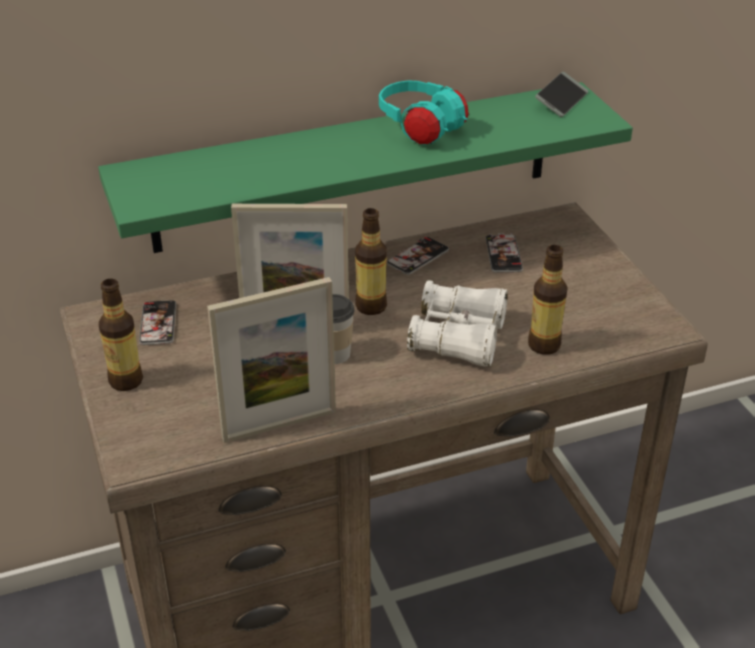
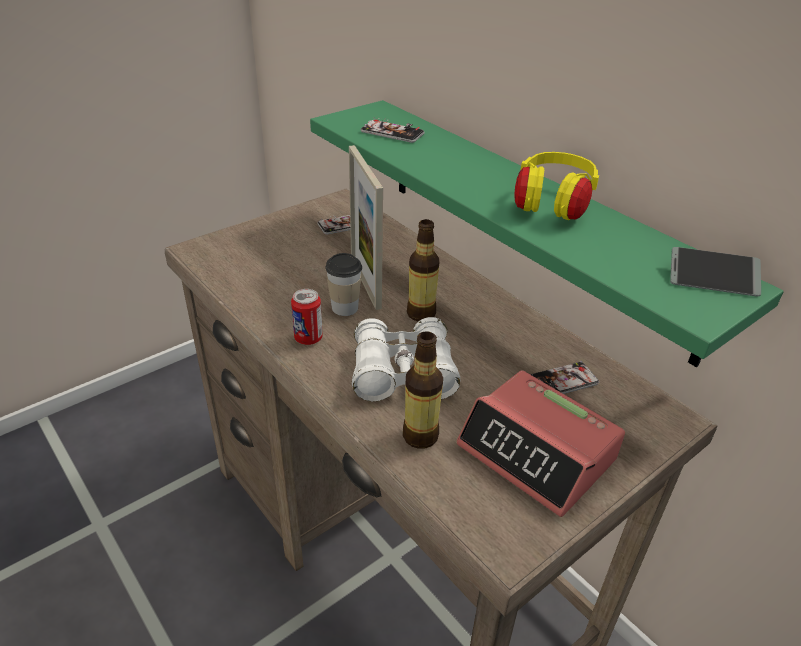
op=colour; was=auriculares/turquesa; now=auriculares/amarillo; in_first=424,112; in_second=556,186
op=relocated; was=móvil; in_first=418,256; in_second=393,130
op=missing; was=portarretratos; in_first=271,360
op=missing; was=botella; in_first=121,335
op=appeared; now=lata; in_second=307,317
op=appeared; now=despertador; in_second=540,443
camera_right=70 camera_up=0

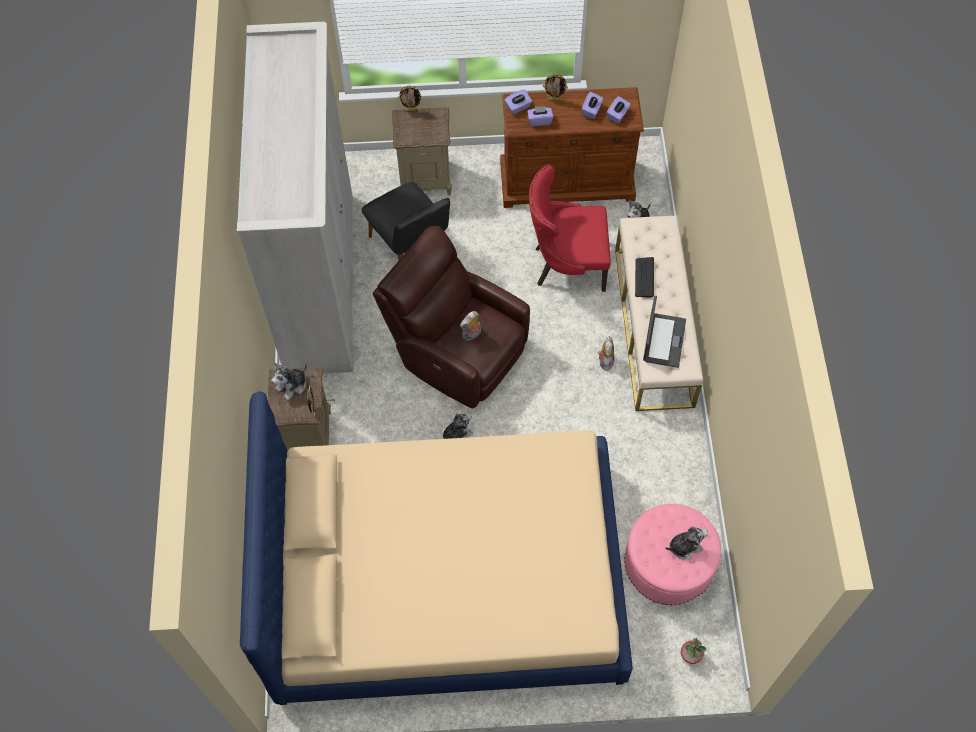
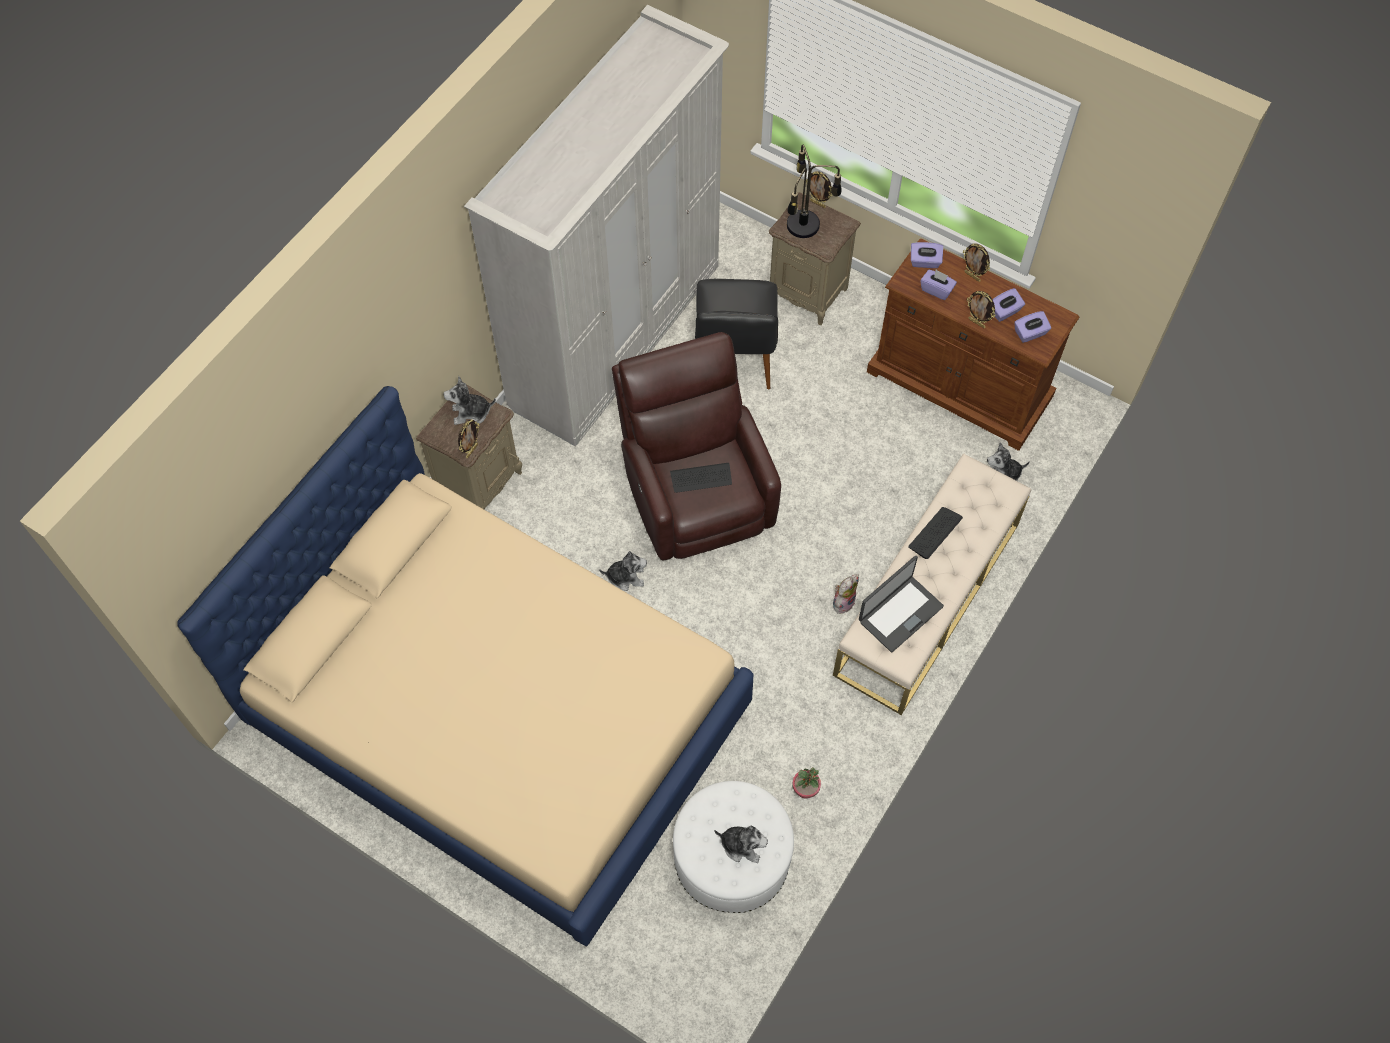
op=missing; was=silla/rojo; in_first=570,228
op=exchanged; was=peluche; now=teclado; in_first=470,325; in_second=701,478
op=colour; was=puf/rosa; now=puf/blanco; in_first=672,554; in_second=733,847
op=relocated; was=planta en maceta; in_first=694,651; in_second=806,783
op=appeared; now=lámpara de mesa; in_second=814,191
op=appeared; now=portarretratos; in_second=981,309
camera_right=35 camera_up=0

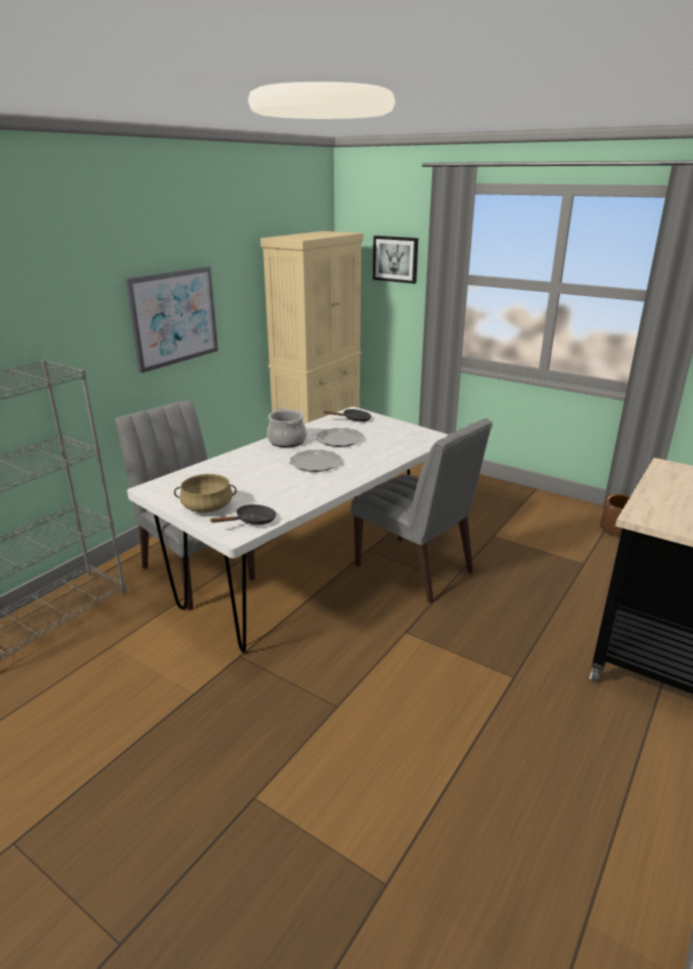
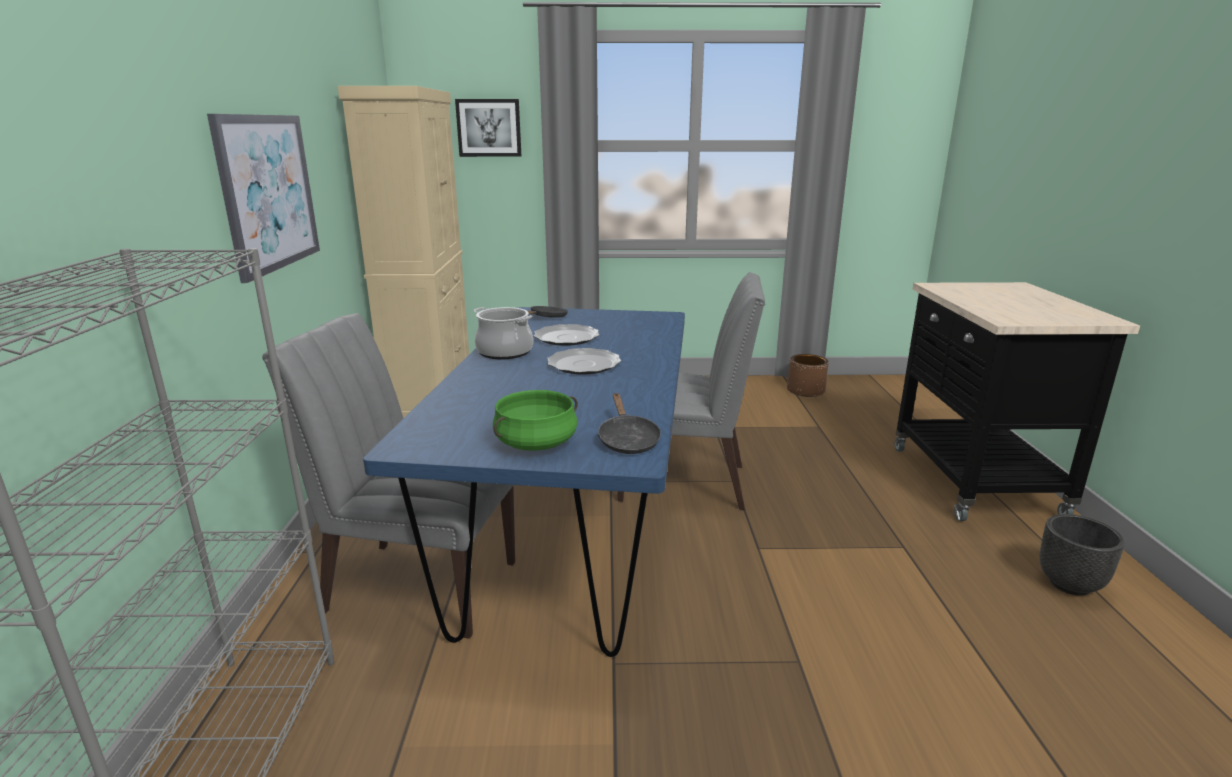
op=colour; was=mesa de comedor/blanco; now=mesa de comedor/azul; in_first=287,530; in_second=524,482
op=colour; was=olla/beis; now=olla/verde; in_first=205,493; in_second=535,420
op=spun; was=sartén/negro; in_first=243,515; in_second=629,423; clockwise=150
op=appeared; now=maceta/negro; in_second=1082,555
camera_right=-35 camera_up=-5

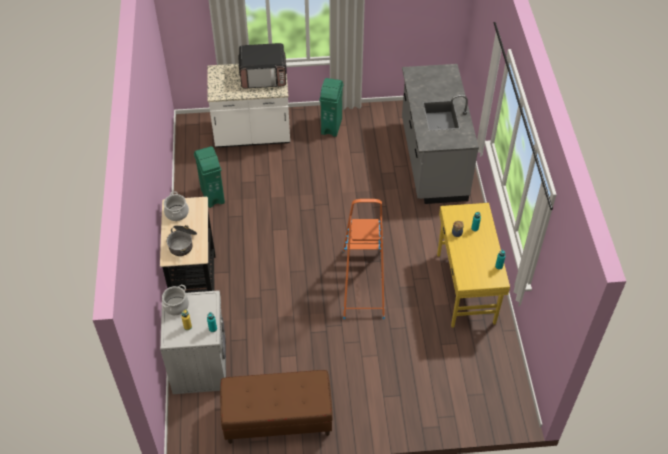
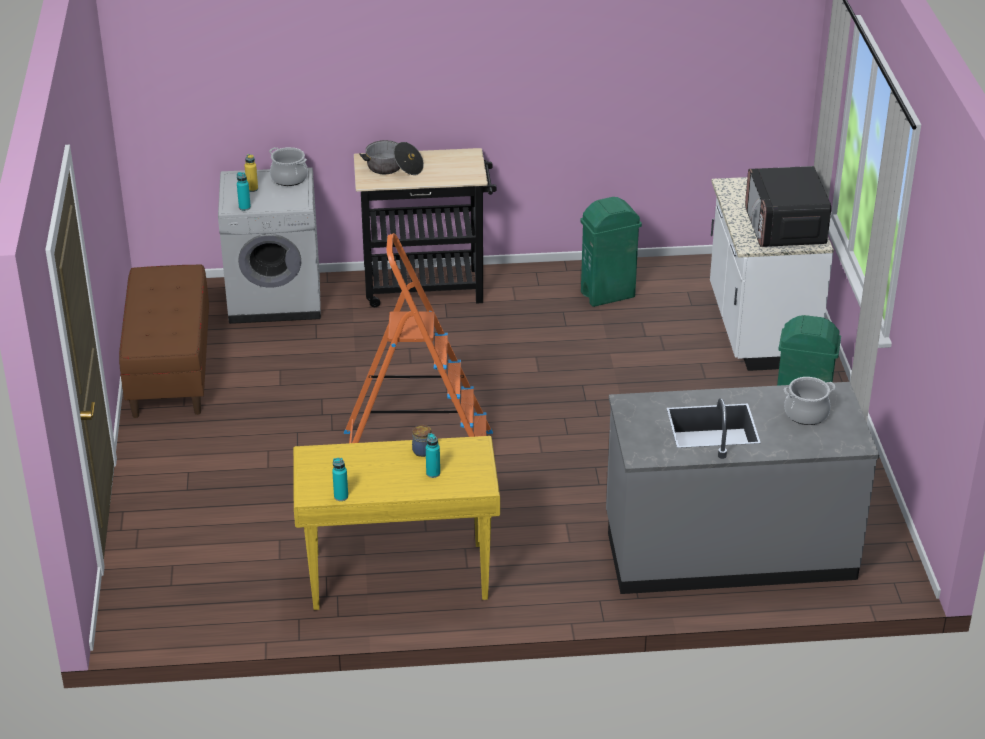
op=relocated; was=olla; in_first=176,206; in_second=810,401
camera_right=90 camera_up=-15

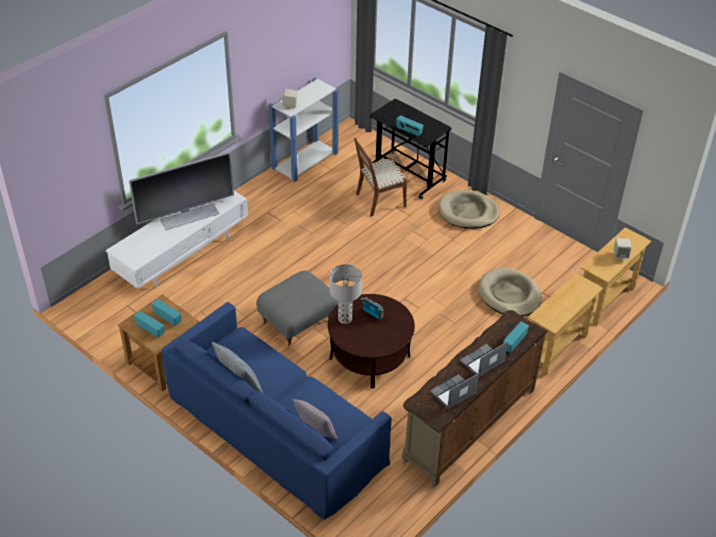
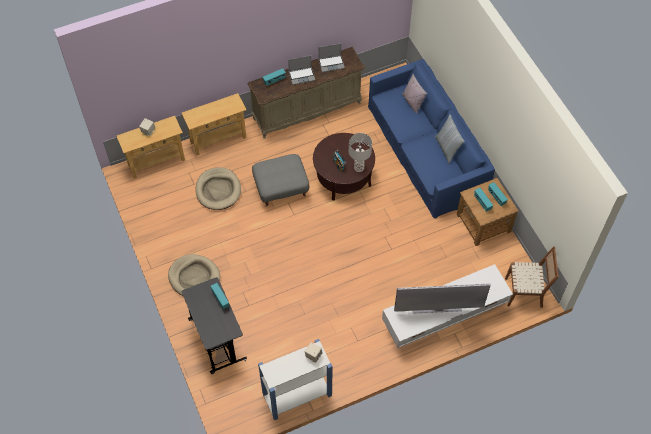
op=relocated; was=silla; in_first=380,177; in_second=532,277
op=relocated; was=puf/gris; in_first=297,308; in_second=280,180
camera_right=-155 camera_up=15

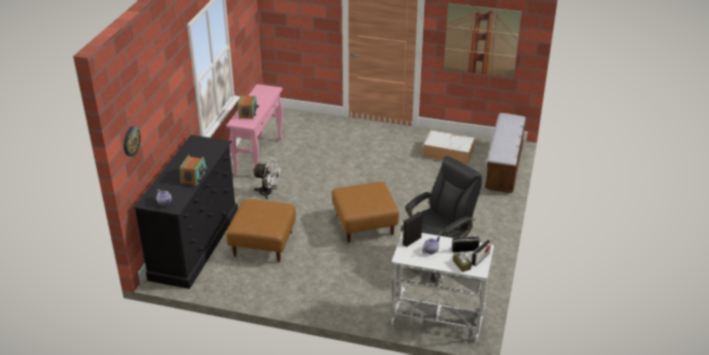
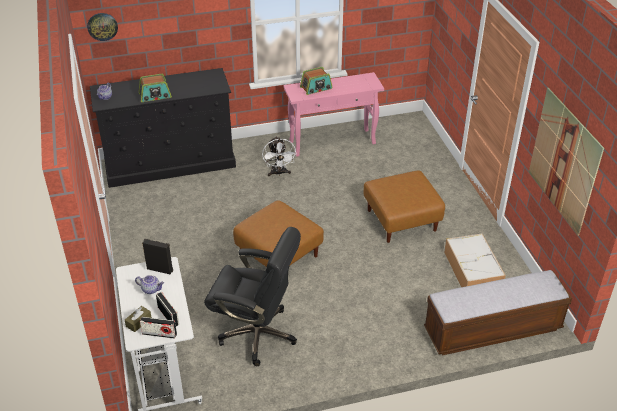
op=relocated; was=puf/marrón; in_first=261,230; in_second=404,206
camera_right=60 camera_up=5

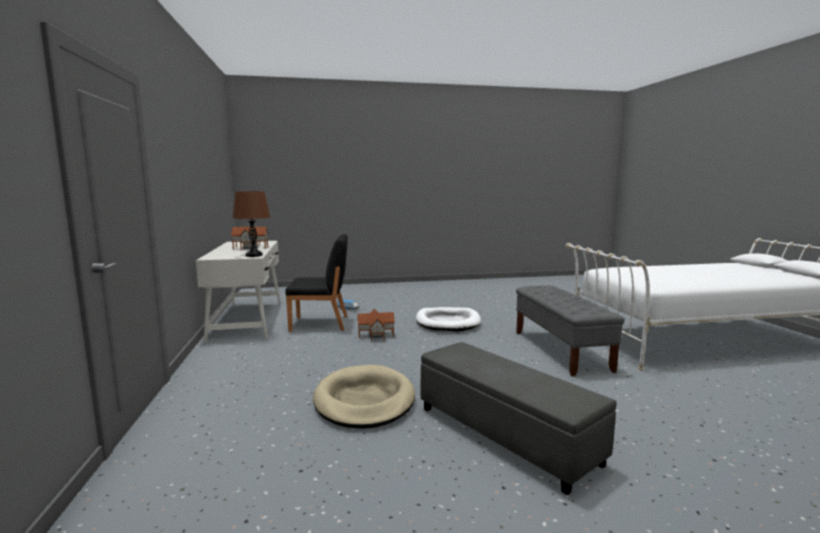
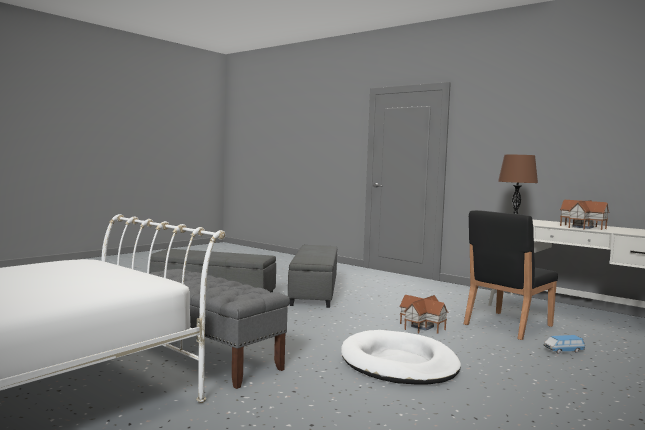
op=exchanged; was=cama para perro/beis; now=puf/gris; in_first=364,397; in_second=312,276
camera_right=140 camera_up=-5

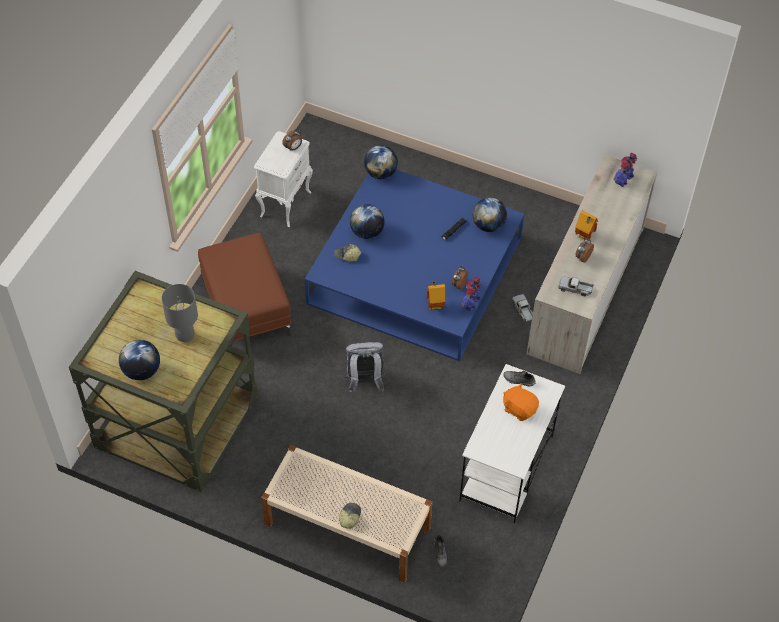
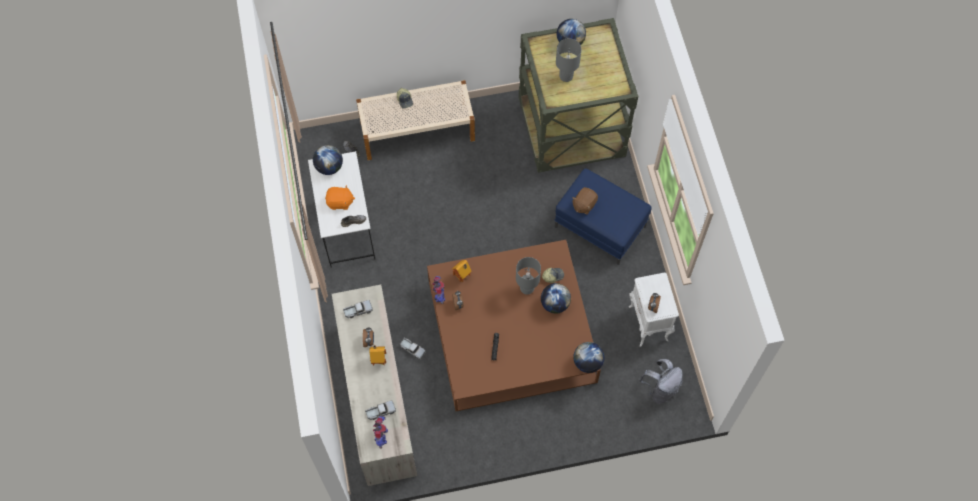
op=colour; was=mesa de centro/azul; now=mesa de centro/marrón; in_first=415,265; in_second=514,325
op=relocated; was=globo terráqueo; in_first=490,215; in_second=328,160
op=colour; was=puf/marrón; now=puf/azul; in_first=245,290; in_second=603,216
op=relocated; was=mochila/gris; in_first=365,368; in_second=661,381
op=appeared; now=peluche/marrón; in_second=585,200
op=appeared; now=lámpara de mesa/gris; in_second=528,276
op=appeared; now=camión de juguete; in_second=380,410
camera_right=145 camera_up=10

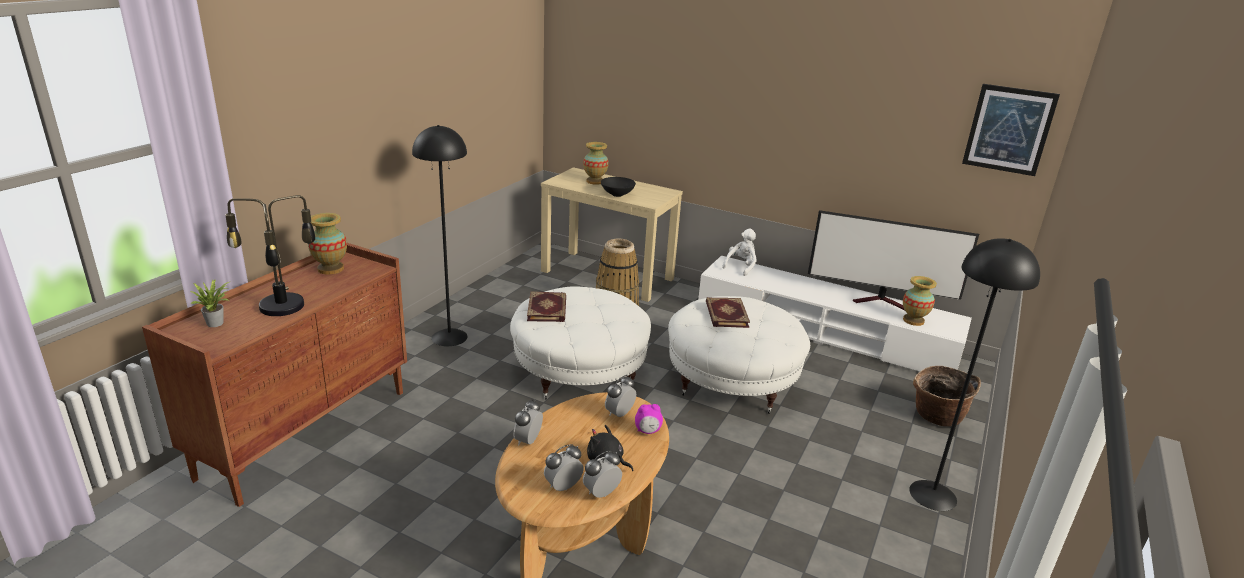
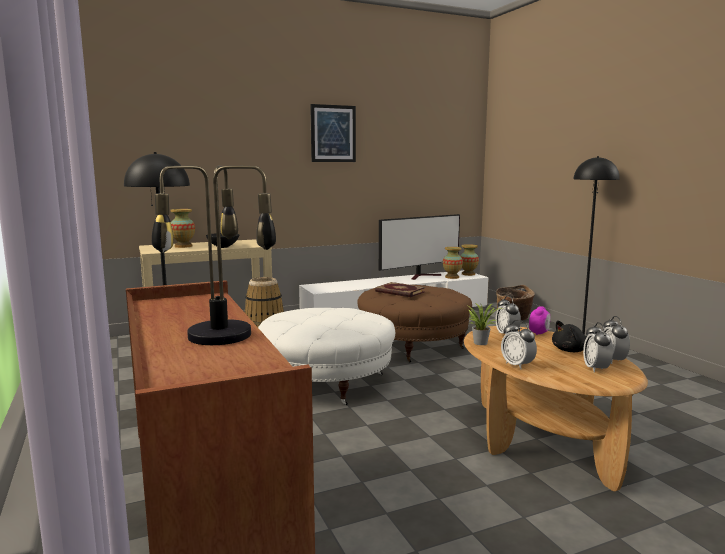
op=relocated; was=cuadro; in_first=1011,130; in_second=333,133
op=relocated; was=florero; in_first=327,243; in_second=469,260
op=missing; was=peluche/blanco; in_first=739,252
op=relocated; was=planta en maceta; in_first=209,303; in_second=486,324
op=missing; was=libro; in_first=546,306
op=colour; was=puf/blanco; now=puf/marrón; in_first=739,355; in_second=414,323
camera_right=-50 camera_up=-15

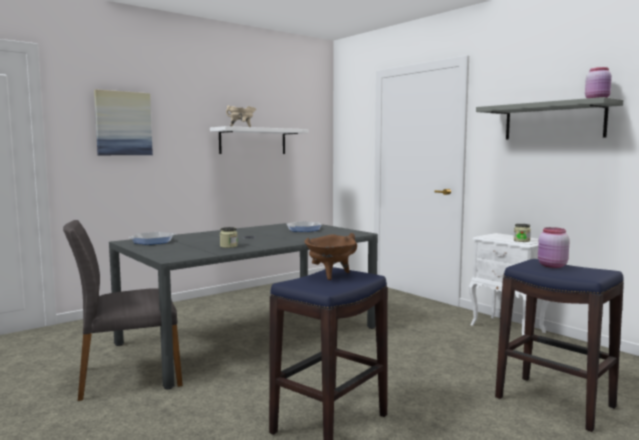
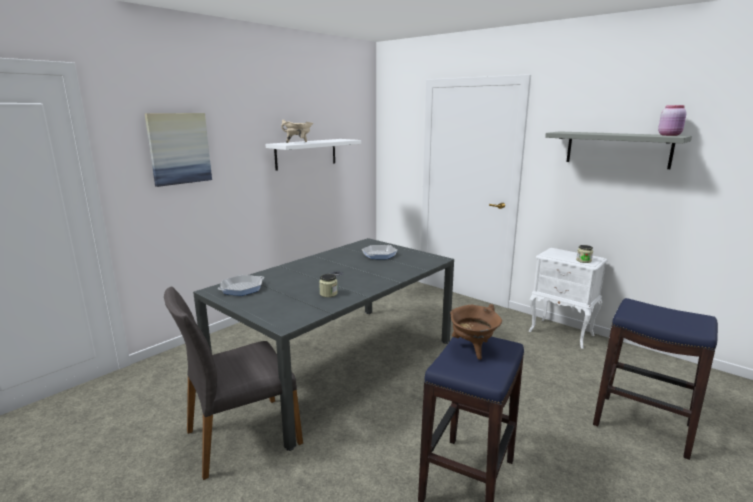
op=missing; was=tarro/rosa; in_first=554,247
camera_right=-10 camera_up=10

